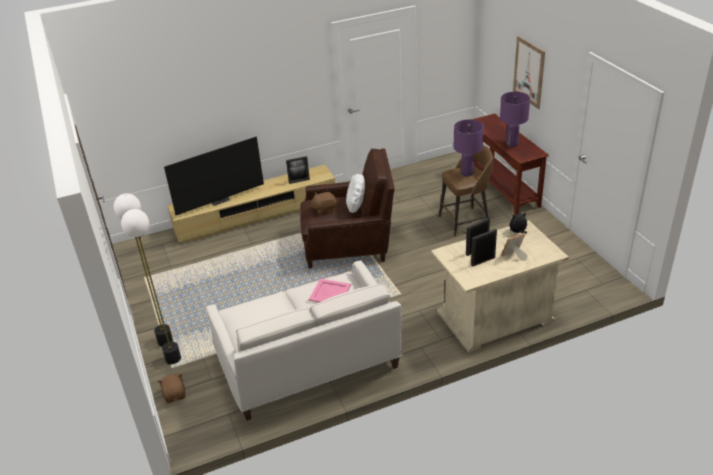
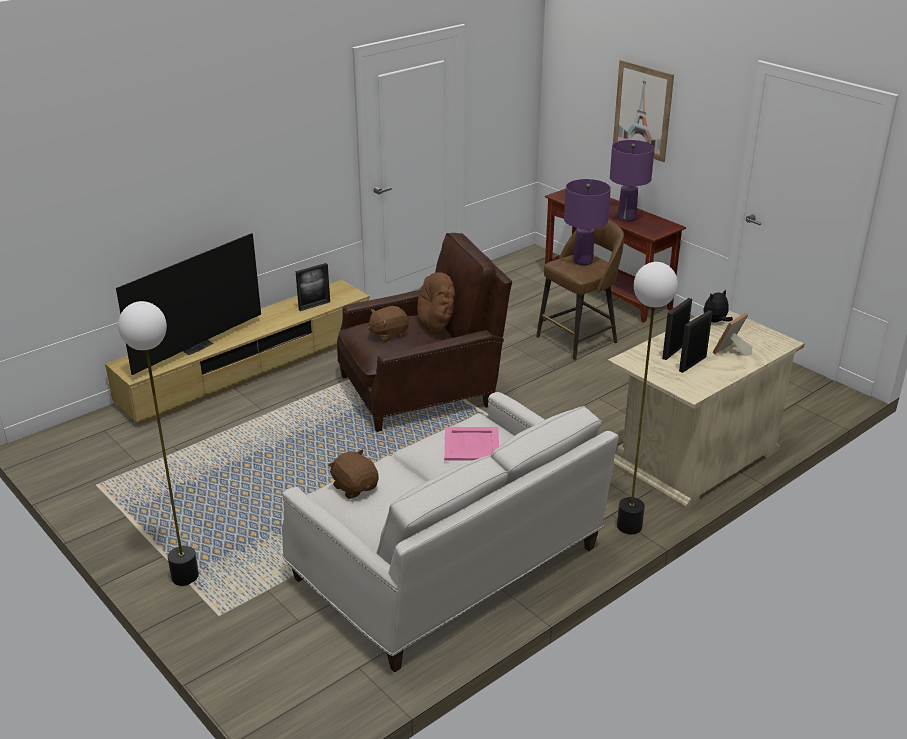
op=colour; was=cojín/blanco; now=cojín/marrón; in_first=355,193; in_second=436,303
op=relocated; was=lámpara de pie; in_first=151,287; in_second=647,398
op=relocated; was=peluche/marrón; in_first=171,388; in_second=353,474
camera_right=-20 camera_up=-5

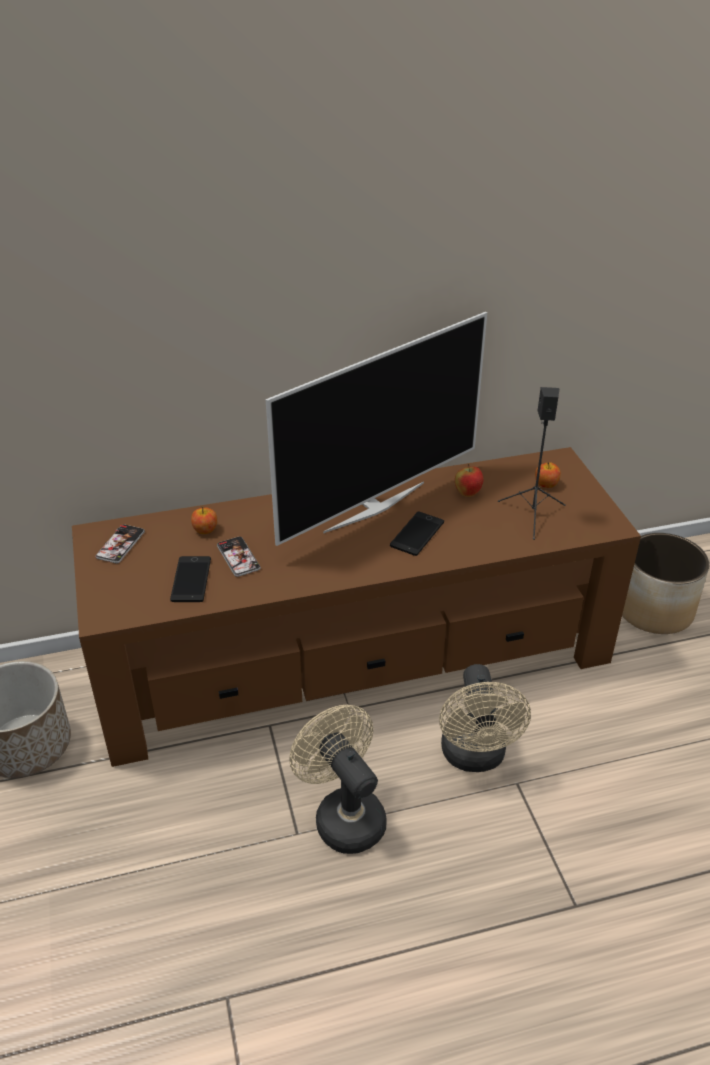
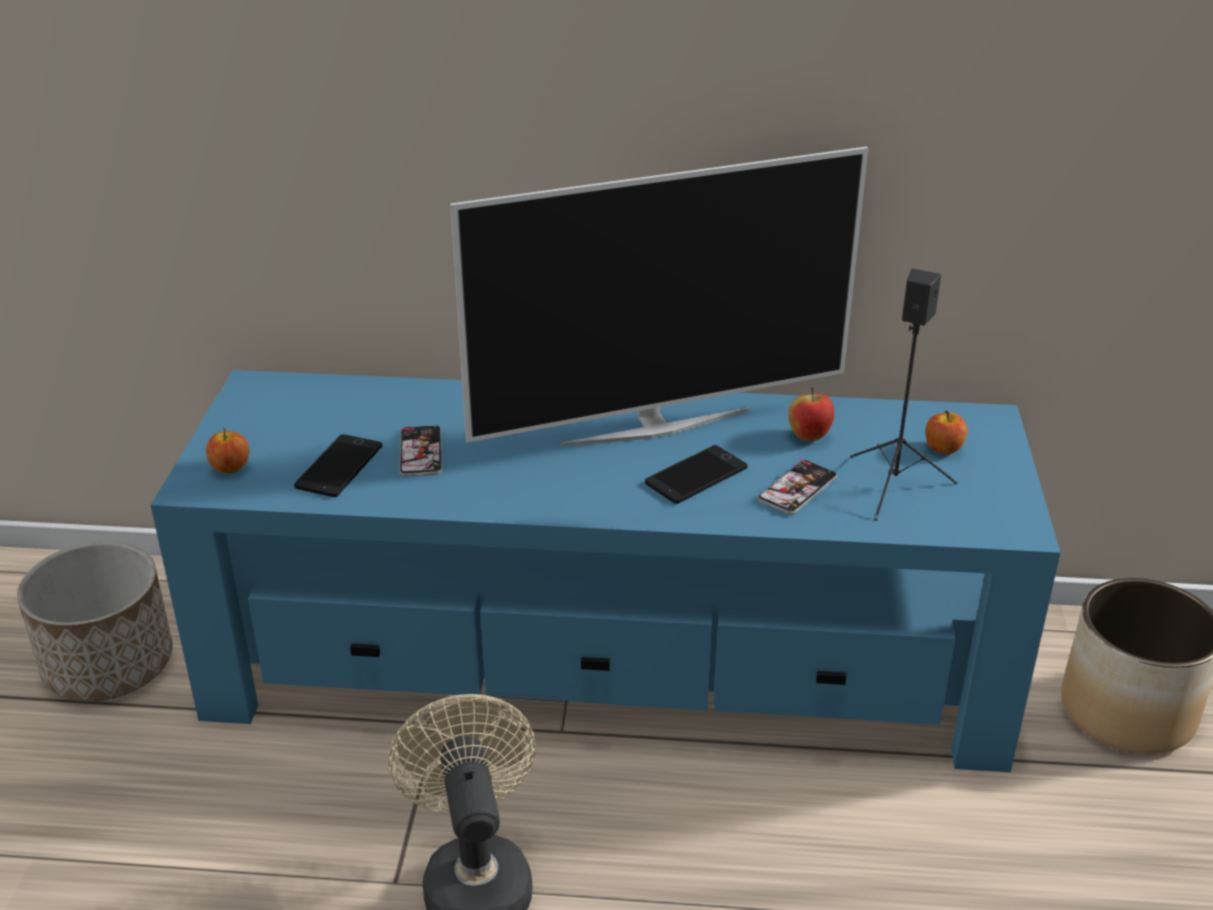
op=colour; was=mueble de televisión/marrón; now=mueble de televisión/azul; in_first=356,607; in_second=605,571
op=relocated; was=manzana; in_first=204,520; in_second=227,450
op=relocated; was=móvil; in_first=120,543; in_second=797,487
op=missing; was=ventilador/beis; in_first=485,718
camera_right=20 camera_up=-5

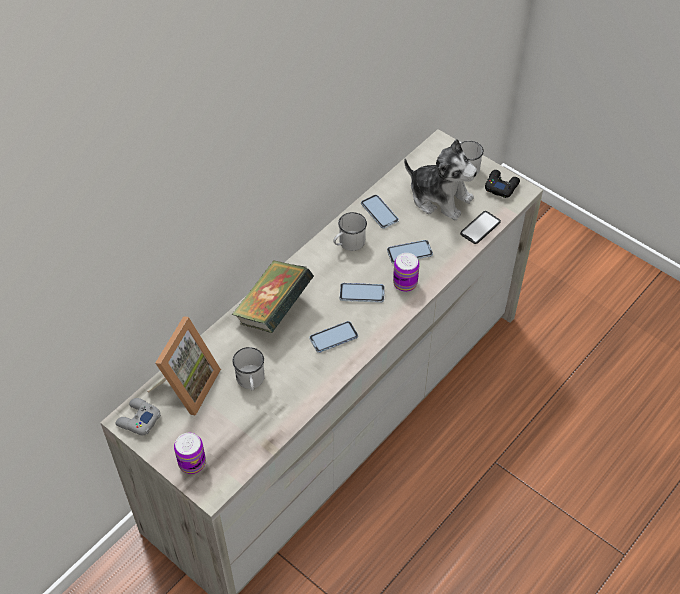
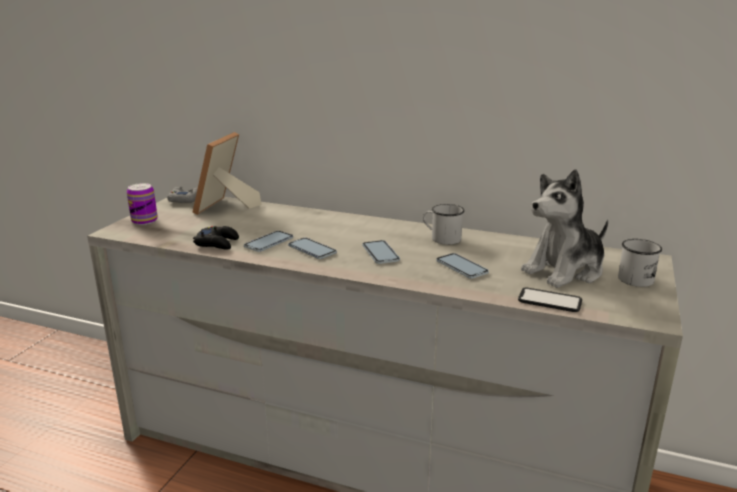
op=spun; was=peluche; in_first=440,180; in_second=564,228; clockwise=45
op=relocated; was=mando de consola/negro; in_first=502,184; in_second=216,238
op=relocated; was=móvil; in_first=380,212; in_second=268,241
op=missing; was=lata; in_first=406,272
op=missing; was=libro; in_first=273,296
op=spun; was=portarretratos; in_first=184,366; in_second=227,173; clockwise=105
op=missing; was=taza grande/blanco; in_first=248,368
camera_right=70 camera_up=-30

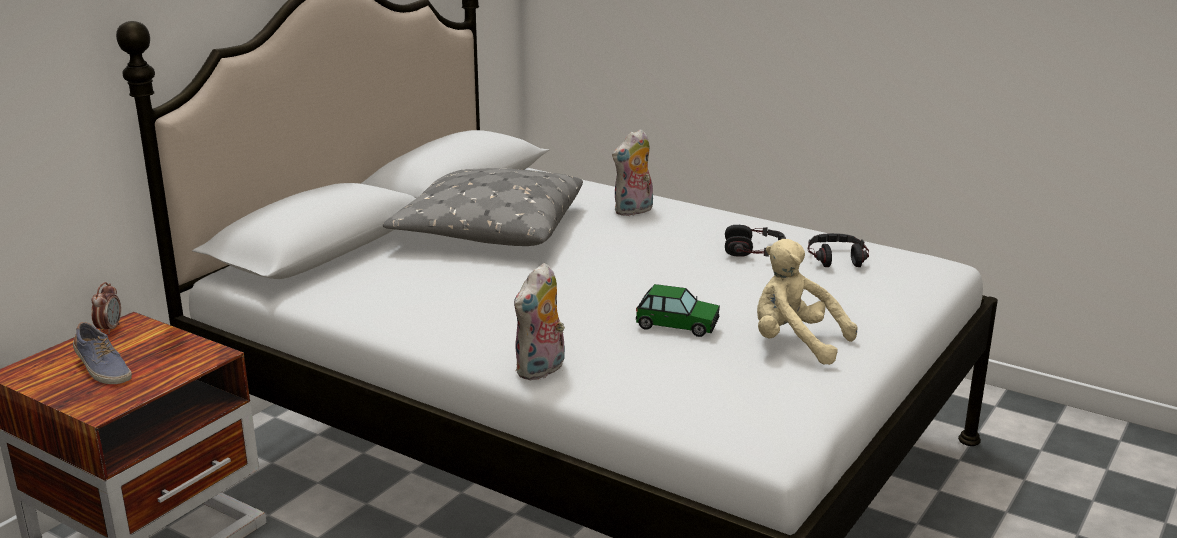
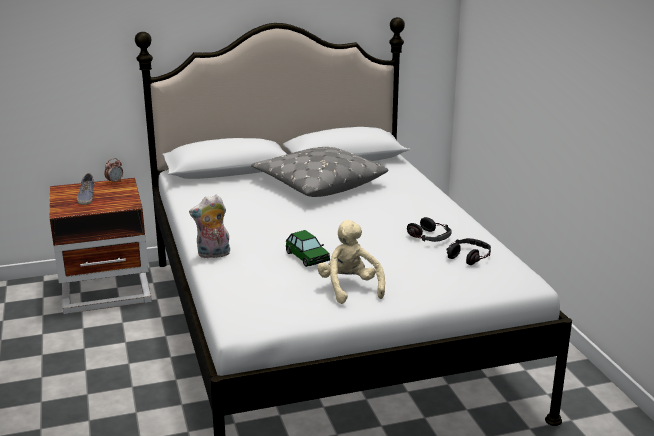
op=missing; was=peluche; in_first=632,172
camera_right=40 camera_up=0

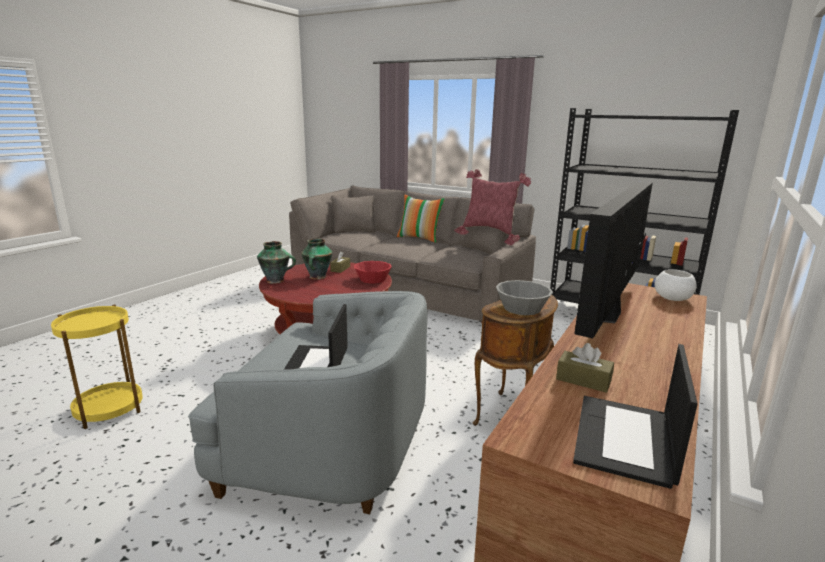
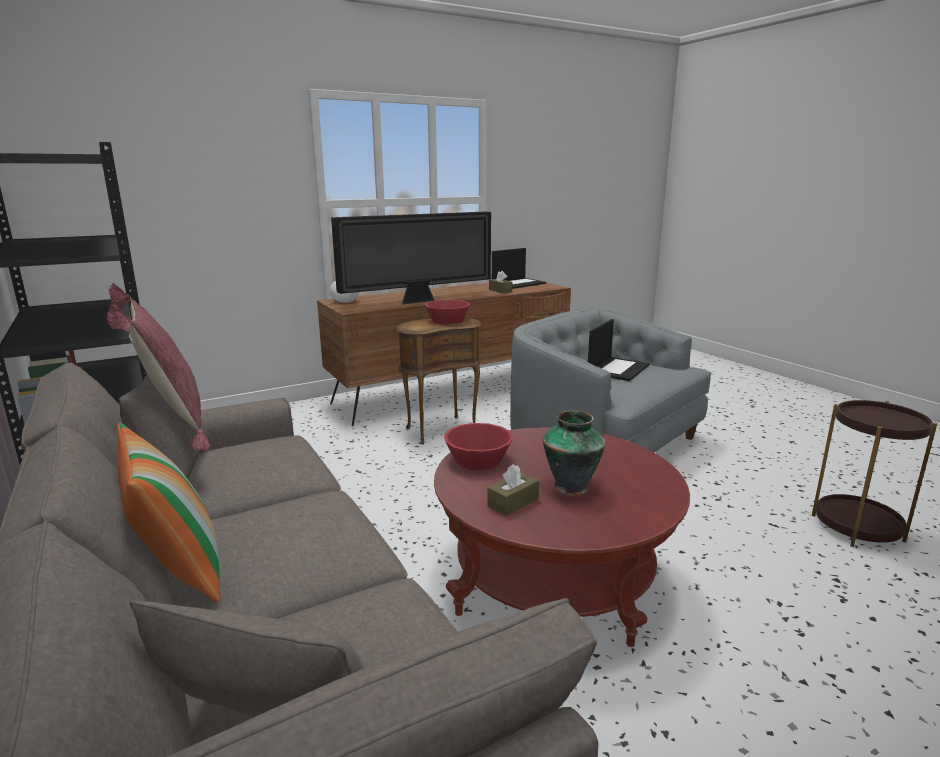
op=missing; was=florero; in_first=276,262
op=colour; was=cuenco/gris; now=cuenco/rojo; in_first=524,297; in_second=447,312
op=colour; was=mesa auxiliar/amarillo; now=mesa auxiliar/marrón; in_first=97,367; in_second=874,473
camera_right=-150 camera_up=0

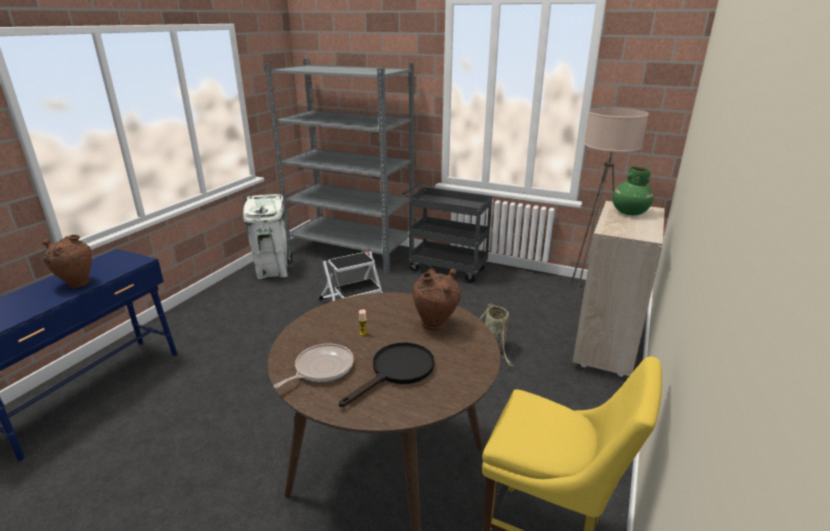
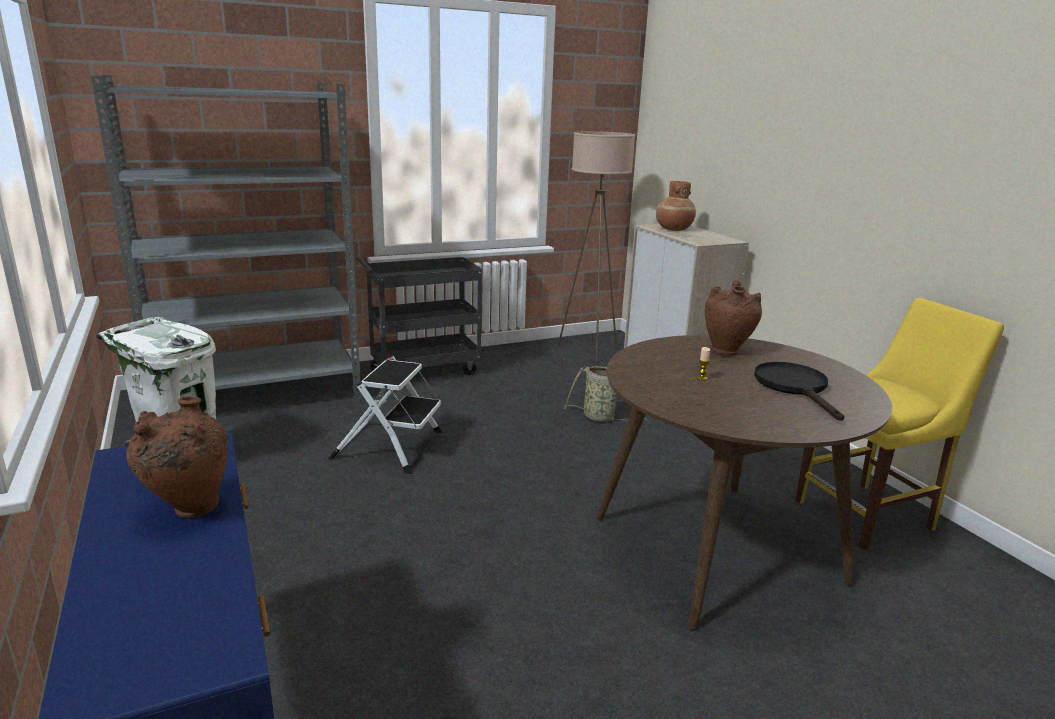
op=colour; was=florero/verde; now=florero/marrón; in_first=632,190; in_second=676,206
op=missing; was=sartén; in_first=314,366
camera_right=-50 camera_up=-5

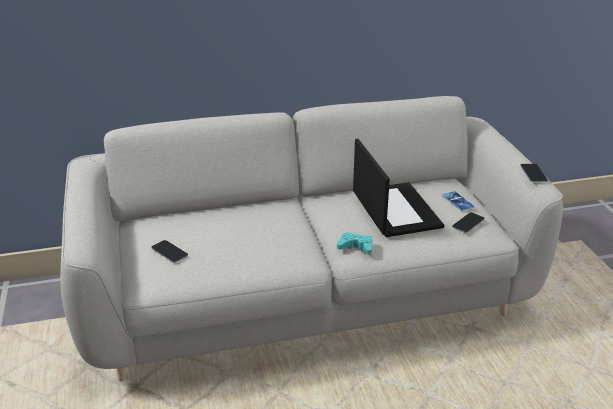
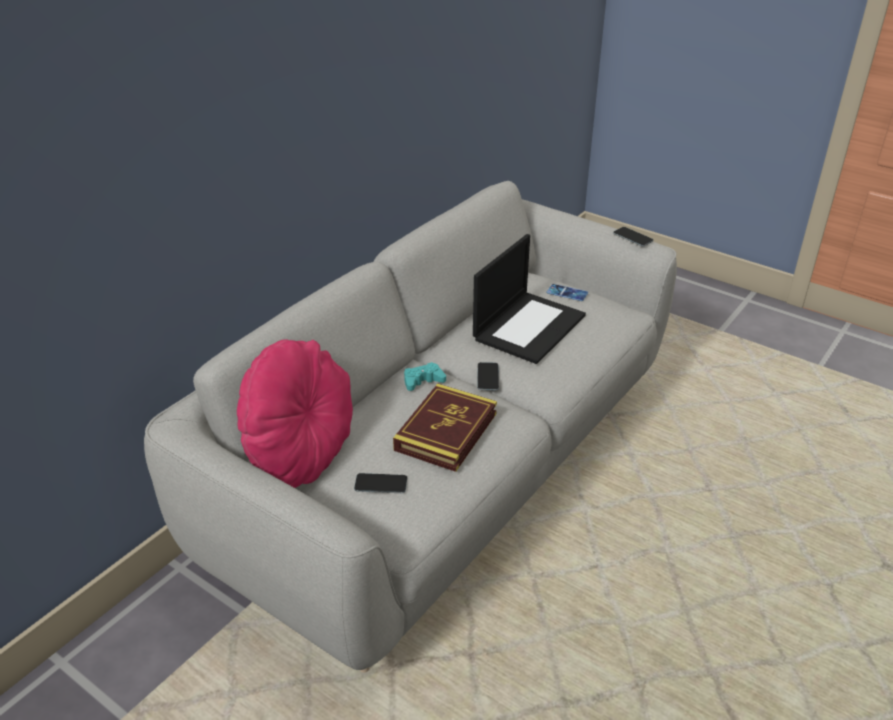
op=spun; was=portátil; in_first=398,188; in_second=529,299; clockwise=90
op=relocated; was=móvil; in_first=468,222; in_second=488,376
op=relocated; was=mando de consola/turquesa; in_first=355,243; in_second=425,376
op=appeared; now=cojín/rosa; in_second=295,414
op=appeared; now=libro; in_second=445,428
camera_right=-40 camera_up=5

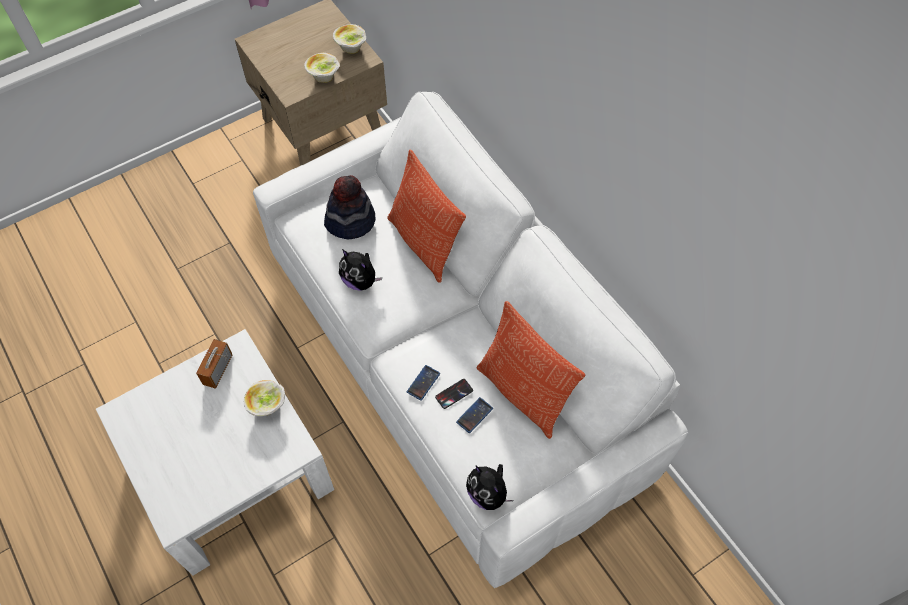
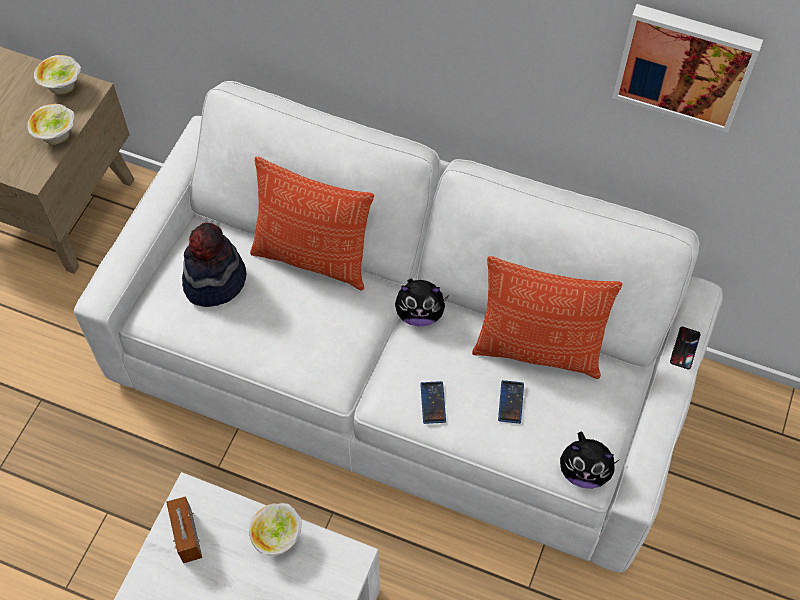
op=relocated; was=peluche; in_first=360,270; in_second=422,302
op=relocated; was=móvil; in_first=454,394; in_second=685,348
op=appeared; now=cuadro; in_second=687,68
camera_right=-35 camera_up=0

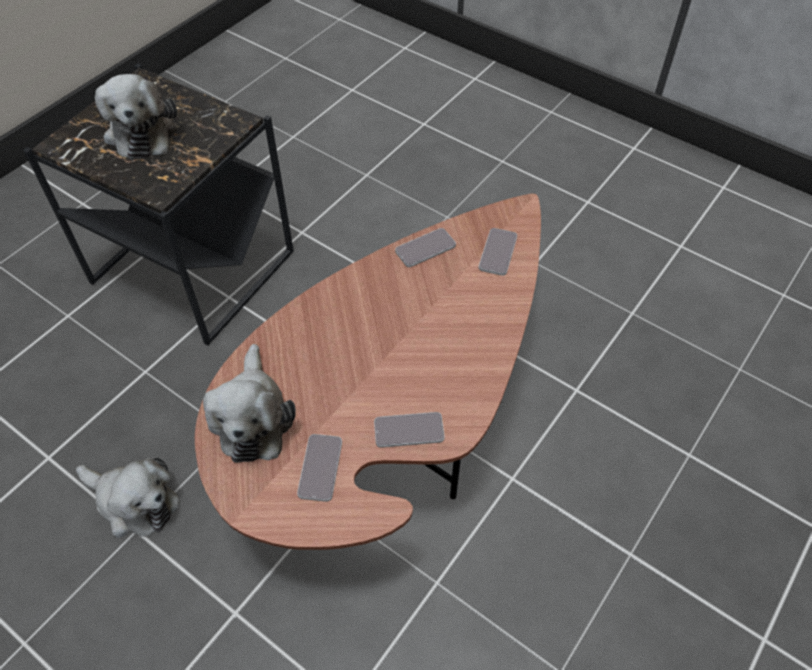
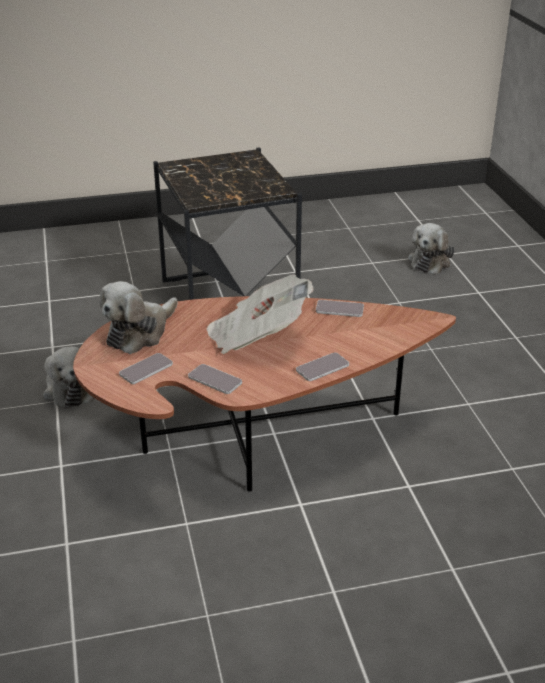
op=relocated; was=peluche; in_first=136,117; in_second=431,248
op=relocated; was=móvil; in_first=498,252; in_second=322,367
op=appeared; now=periódico; in_second=259,314
camera_right=40 camera_up=-20

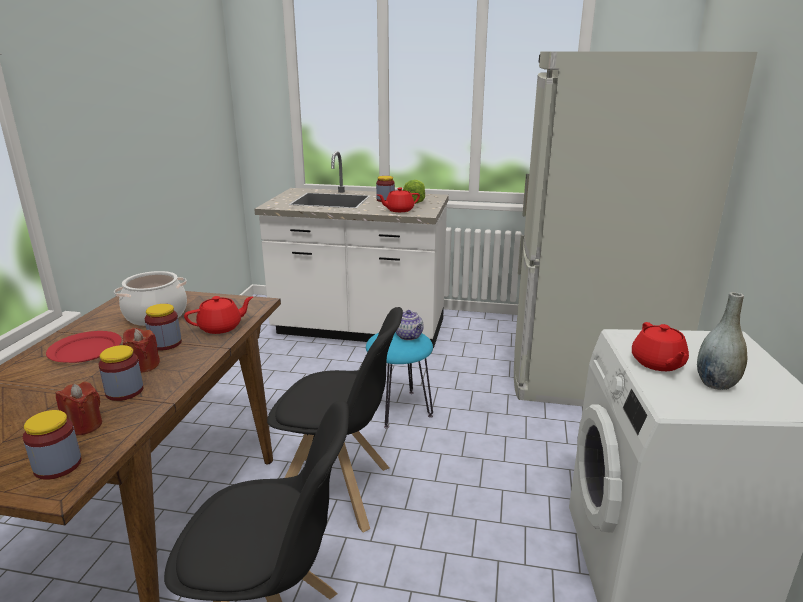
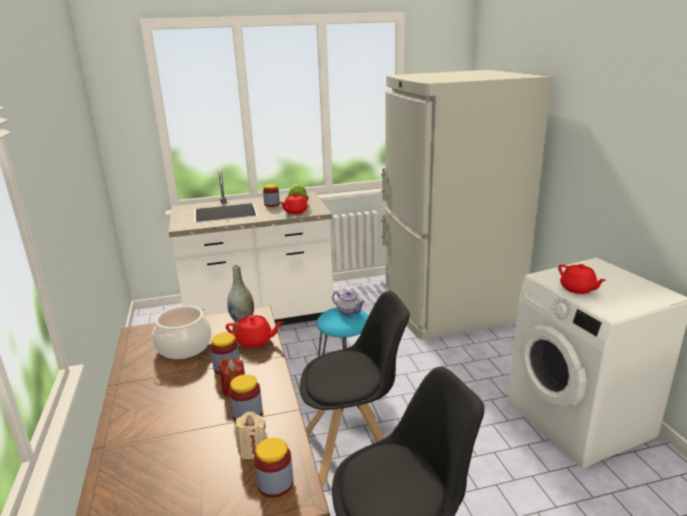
op=relocated; was=florero/gris; in_first=722,341; in_second=240,294
op=spun; was=tetera/rojo; in_first=218,315; in_second=255,331; clockwise=60
op=missing; was=plato/rojo; in_first=84,347
op=colour; was=vela/rojo; now=vela/beis; in_first=79,408; in_second=250,435
camera_right=-25 camera_up=0

